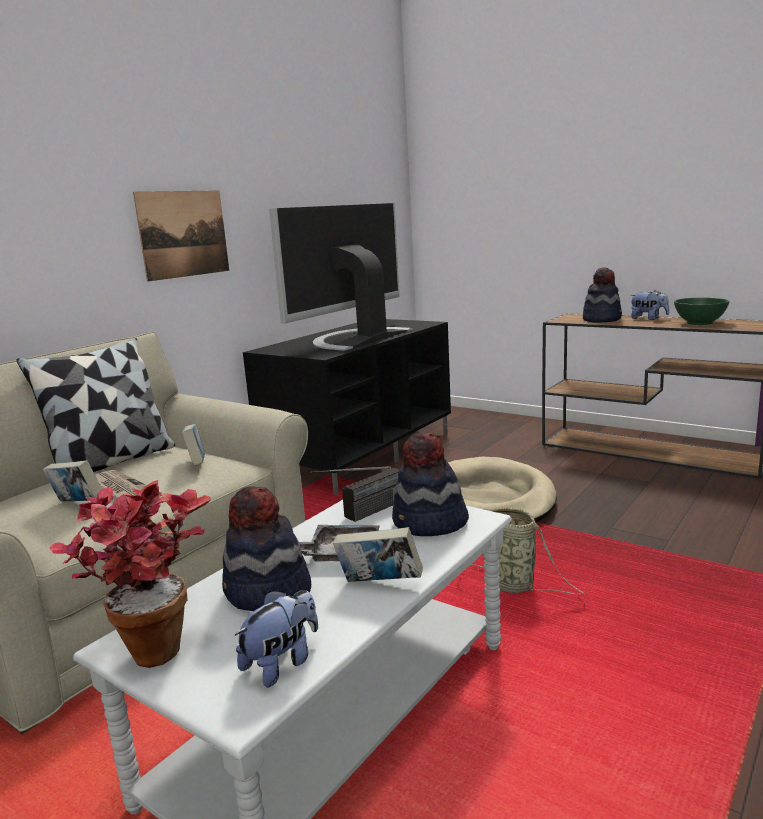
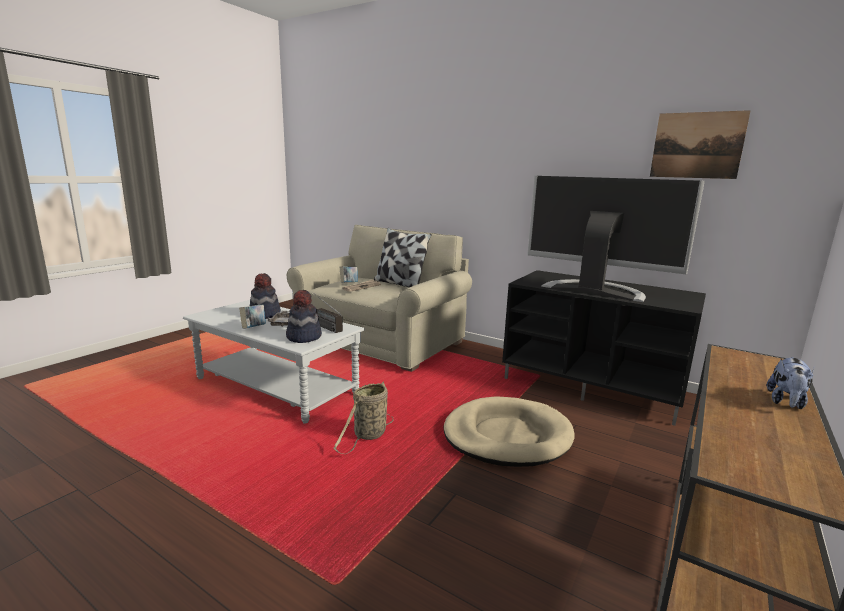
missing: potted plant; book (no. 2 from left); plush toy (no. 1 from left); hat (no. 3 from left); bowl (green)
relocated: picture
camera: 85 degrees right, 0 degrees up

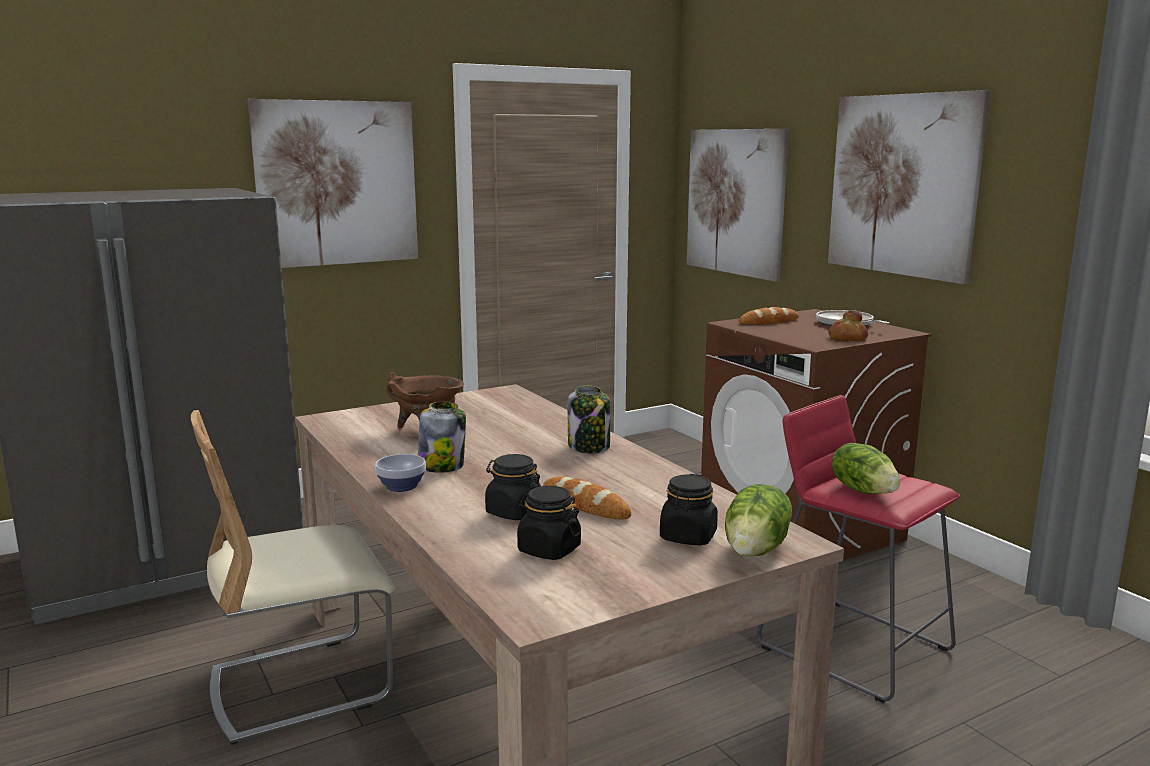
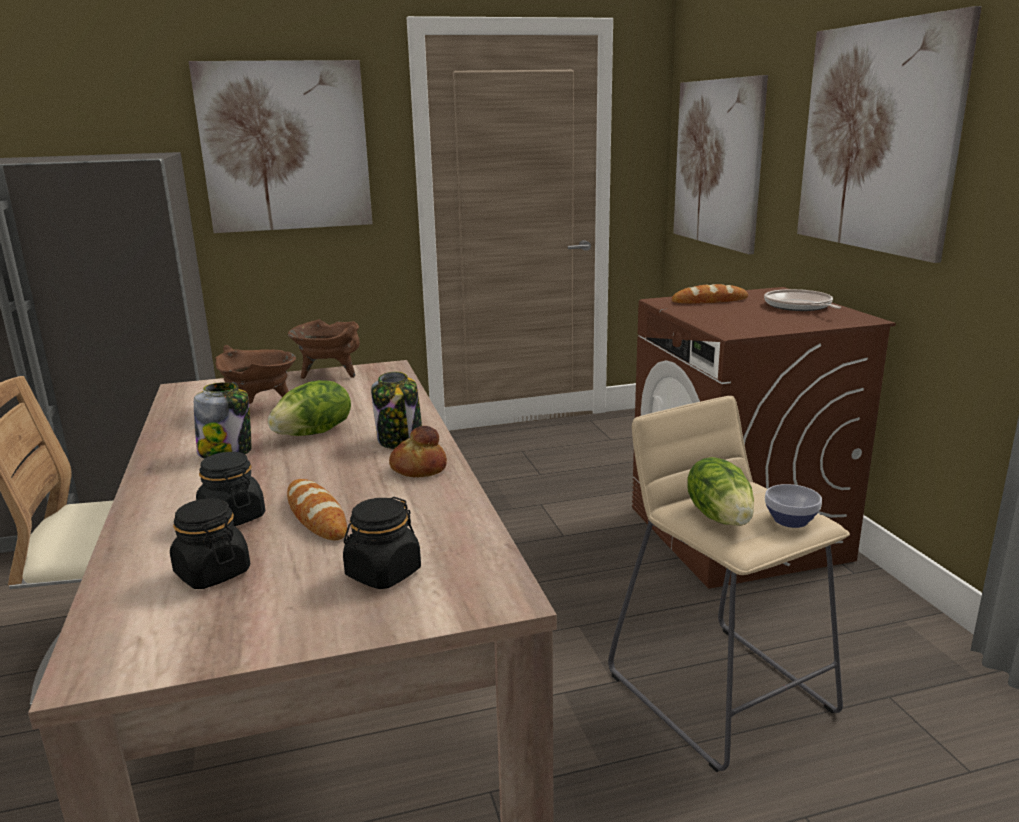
appeared: cooking pot (brown) (no. 2 from left)
relocated: bowl; lettuce (no. 1 from left); bread (no. 3 from left in the first image) to bread (no. 2 from left)
colour: stool (red) to stool (beige)
camera: 15 degrees right, 5 degrees up

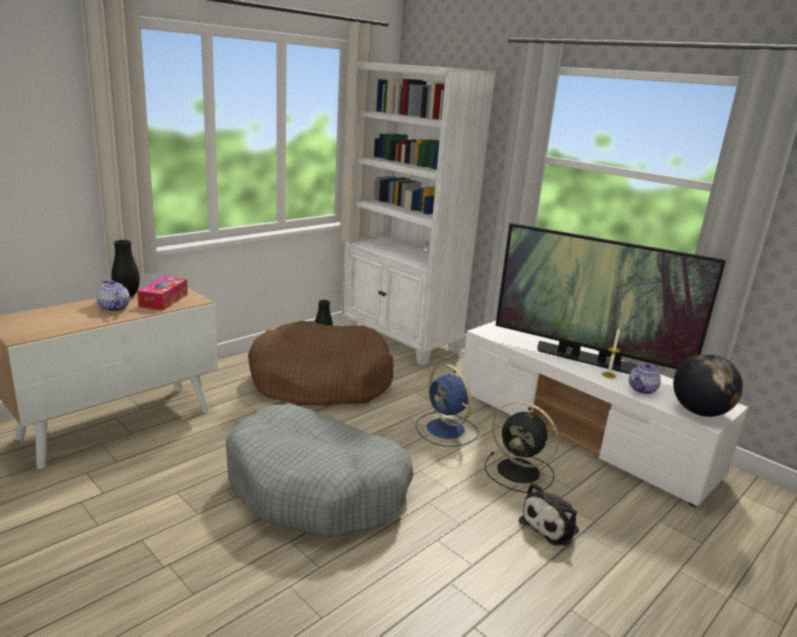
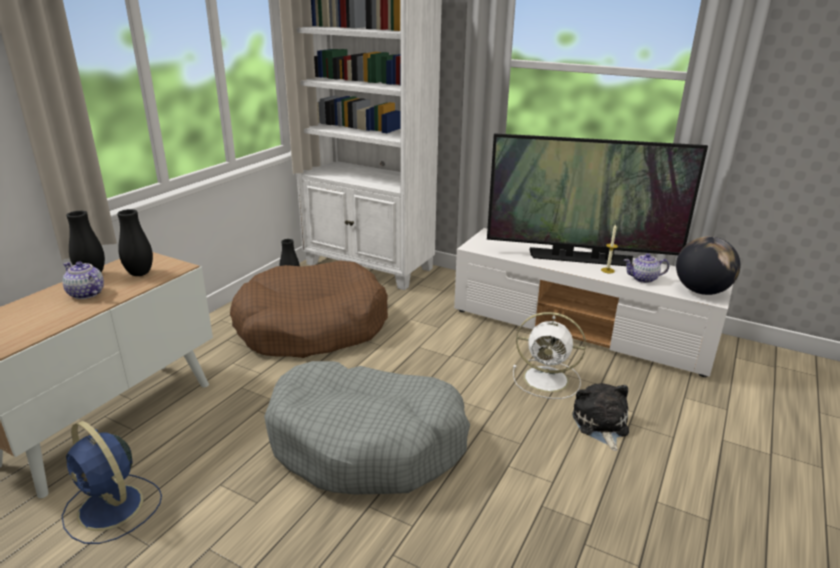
relocated: fan (blue)
exchanged: tissue box to vase (black) (no. 2 from left)
colour: fan (black) to fan (white)
spun: plush toy 150 degrees clockwise; teapot (no. 2 from left) 60 degrees clockwise
camera: 15 degrees left, 5 degrees up

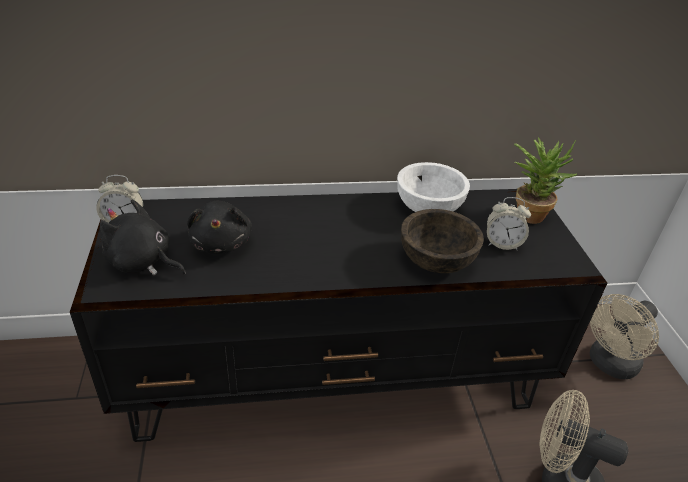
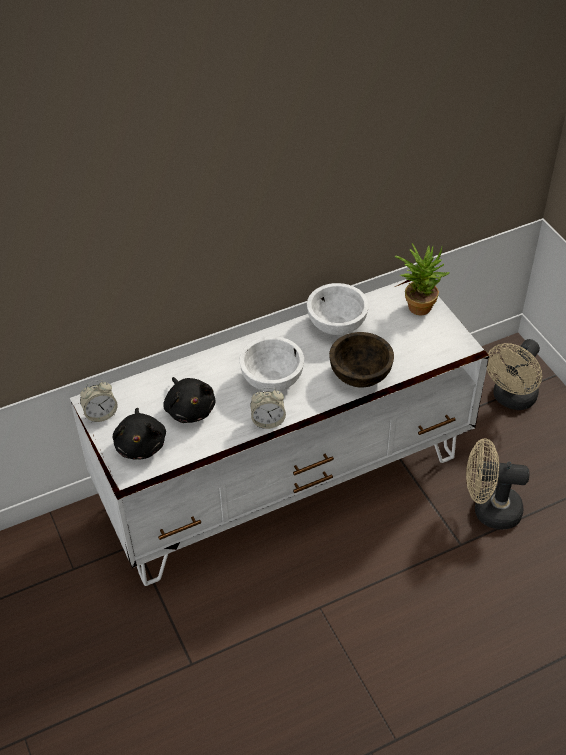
appeared: bowl (white) (no. 1 from left)
relocated: alarm clock (no. 2 from left)
colour: tv stand (black) to tv stand (white)
spun: plush toy (black) (no. 1 from left) 105 degrees counterclockwise
camera: 15 degrees left, 10 degrees up

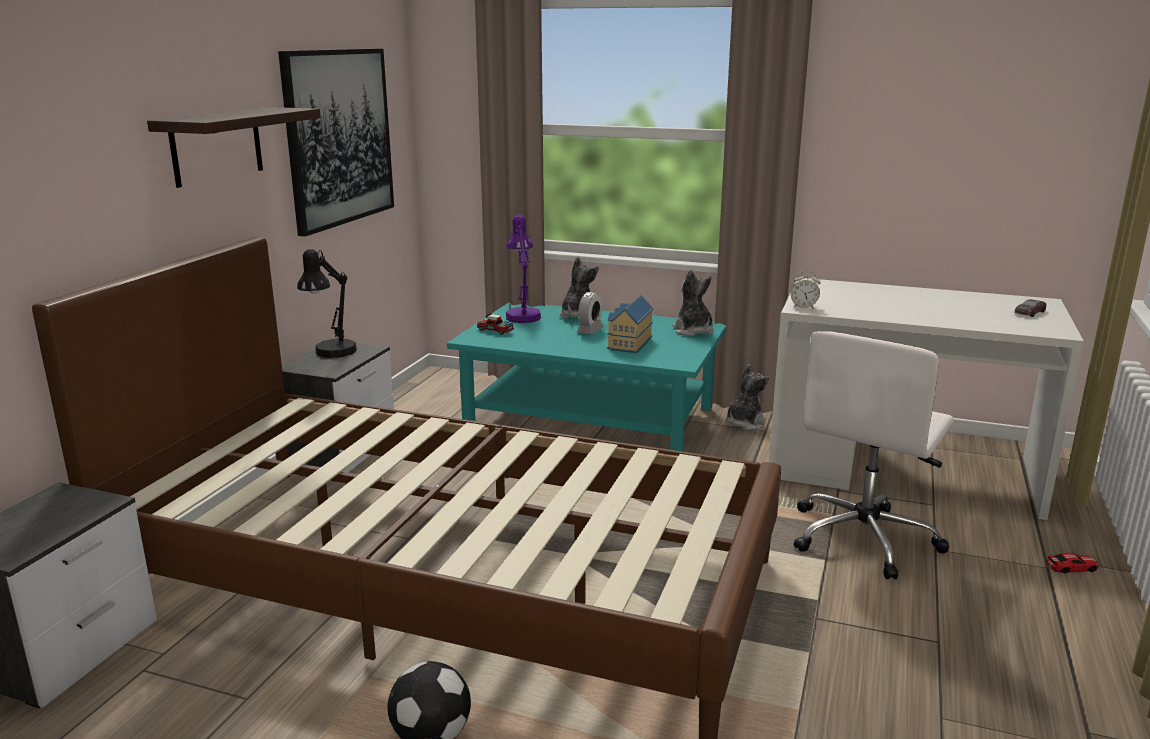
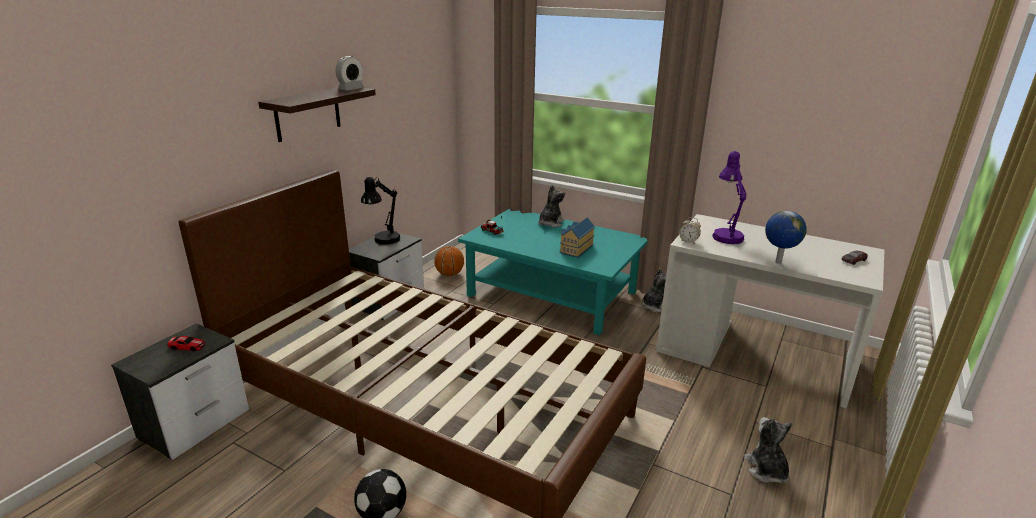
missing: picture; office chair (white)
appeared: basketball; globe
relocated: table lamp (purple); alarm clock (no. 1 from left); plush toy (no. 2 from left in the first image) to plush toy (no. 3 from left); toy car (no. 2 from left in the first image) to toy car (no. 1 from left)
camera: 10 degrees right, 5 degrees up

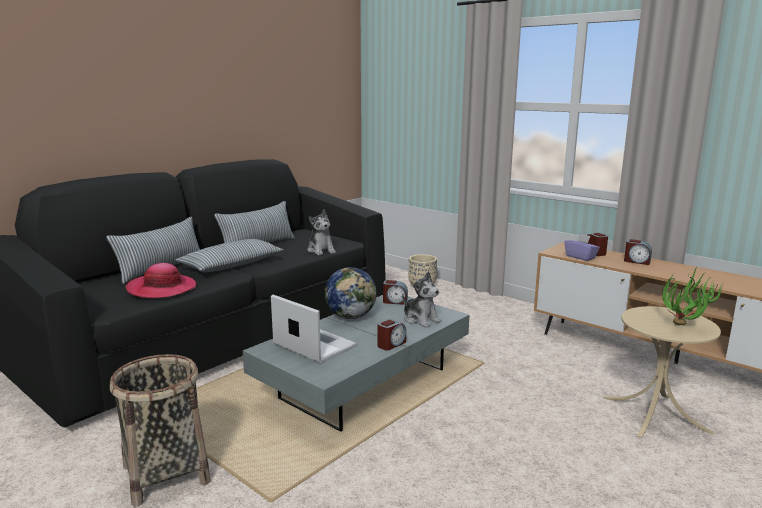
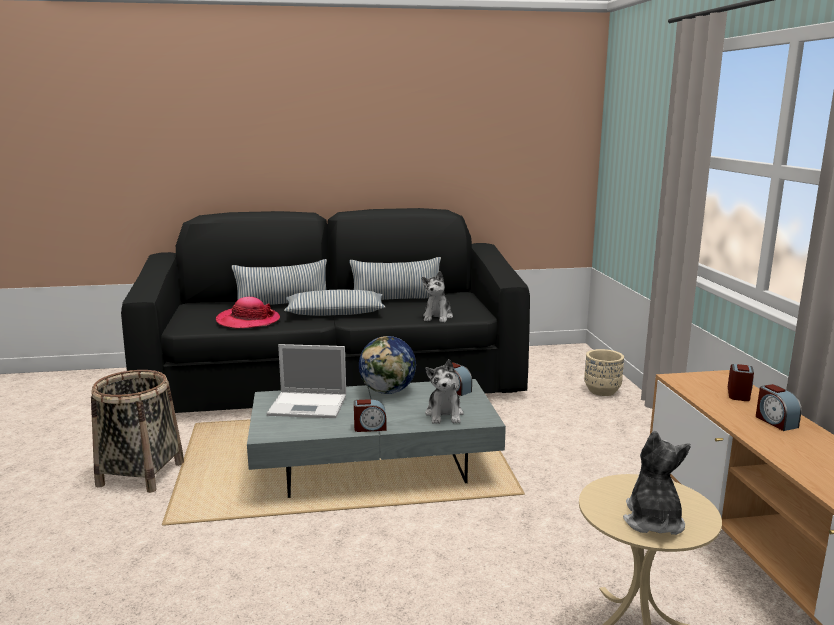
missing: tissue box (purple)
exchanged: potted plant to plush toy (no. 3 from left)
spun: laptop 105 degrees clockwise
camera: 40 degrees right, 0 degrees up

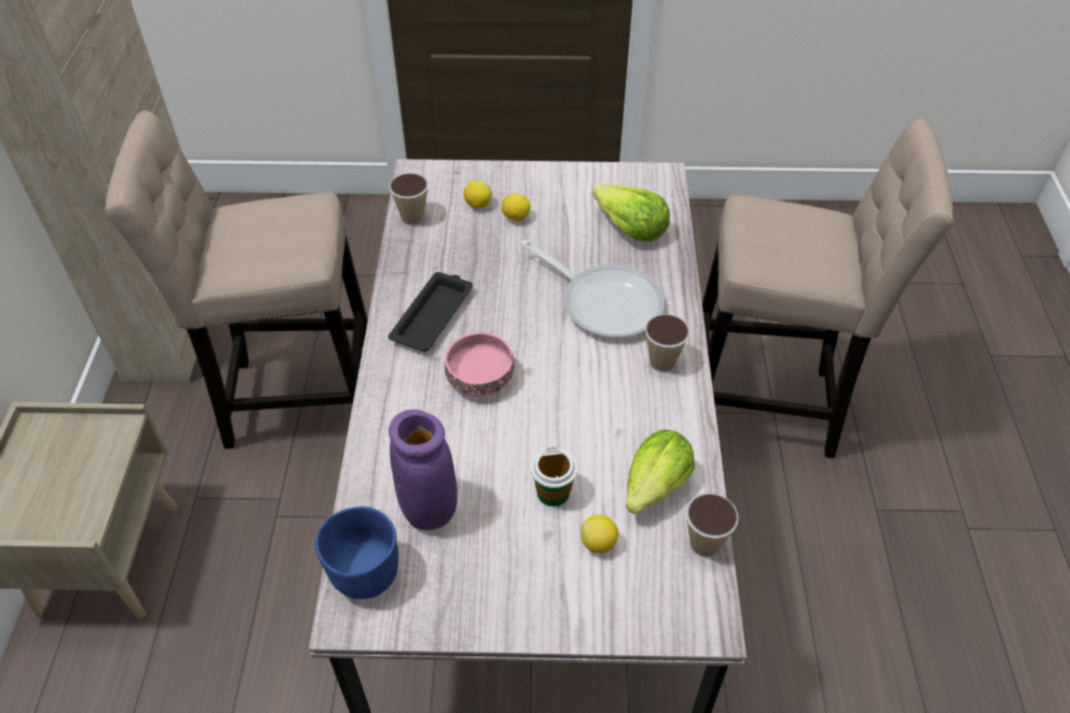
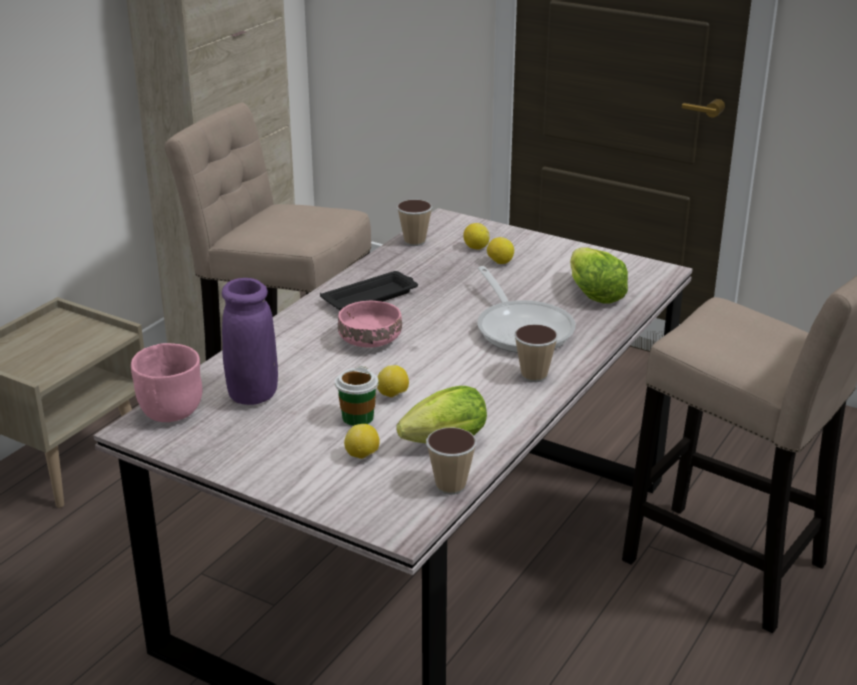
appeared: lemon (no. 2 from left)
colour: bowl (blue) to bowl (pink) (no. 1 from left)
camera: 30 degrees right, 20 degrees down

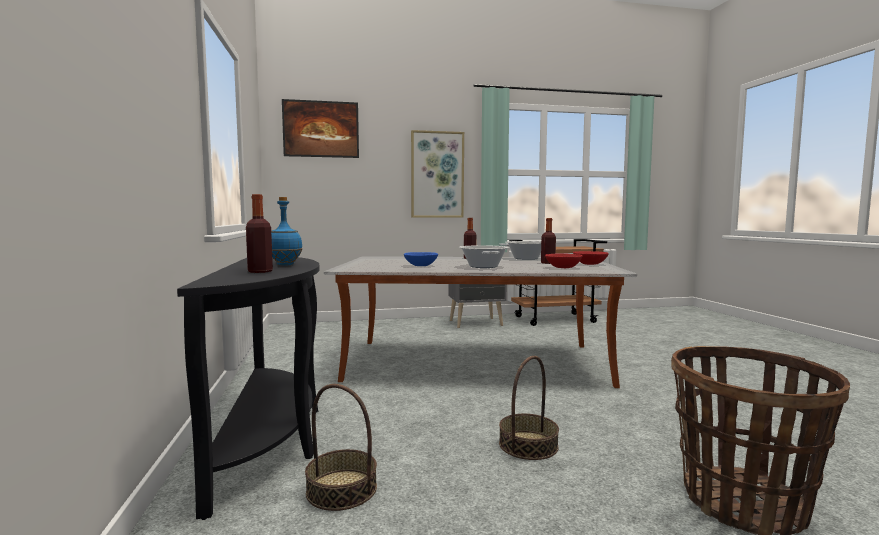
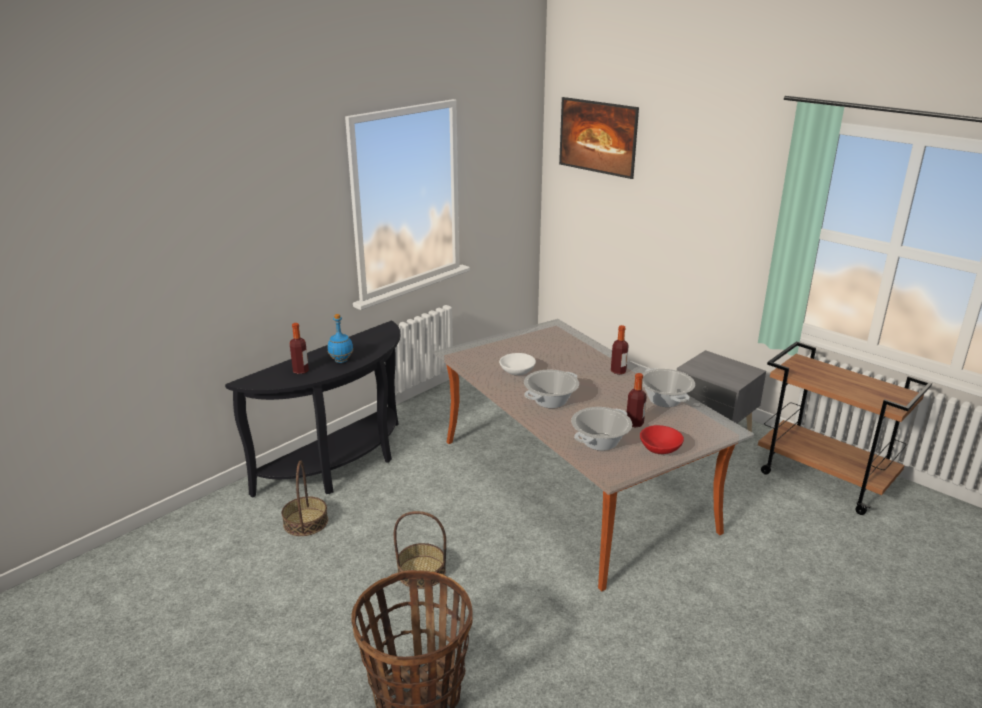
missing: picture (no. 2 from left)
exchanged: bowl (red) (no. 1 from left) to cooking pot (no. 2 from left)
colour: bowl (blue) to bowl (white)
camera: 55 degrees right, 20 degrees up

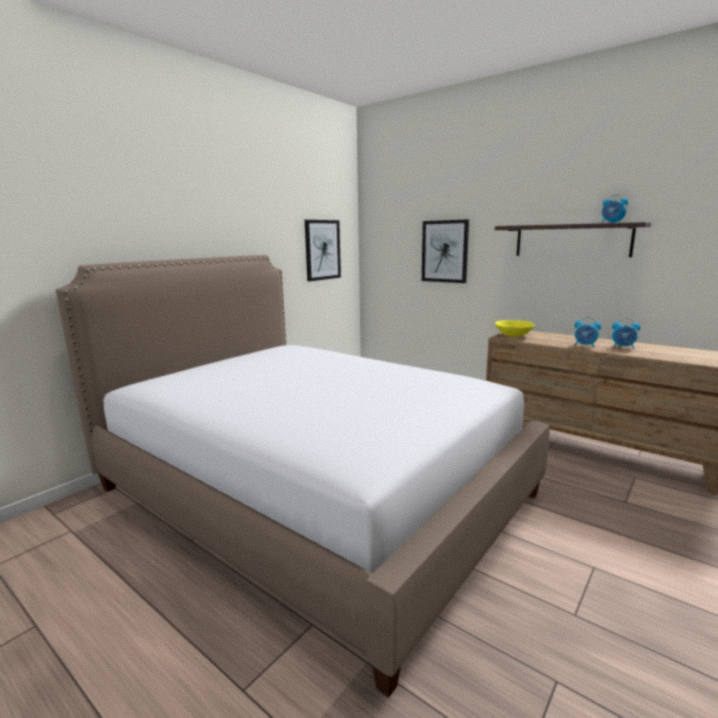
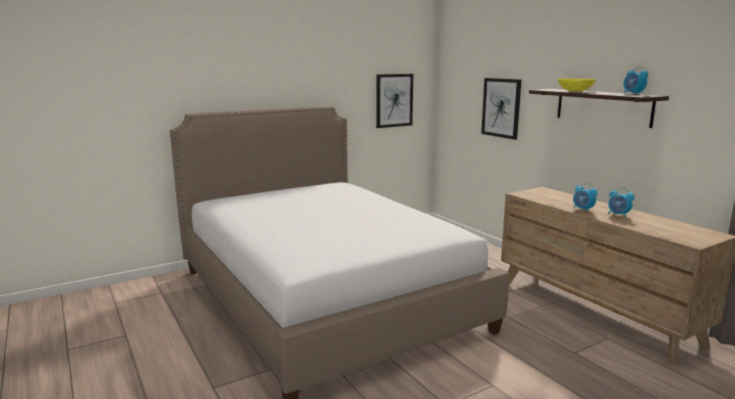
relocated: bowl (yellow)
camera: 20 degrees right, 0 degrees up

